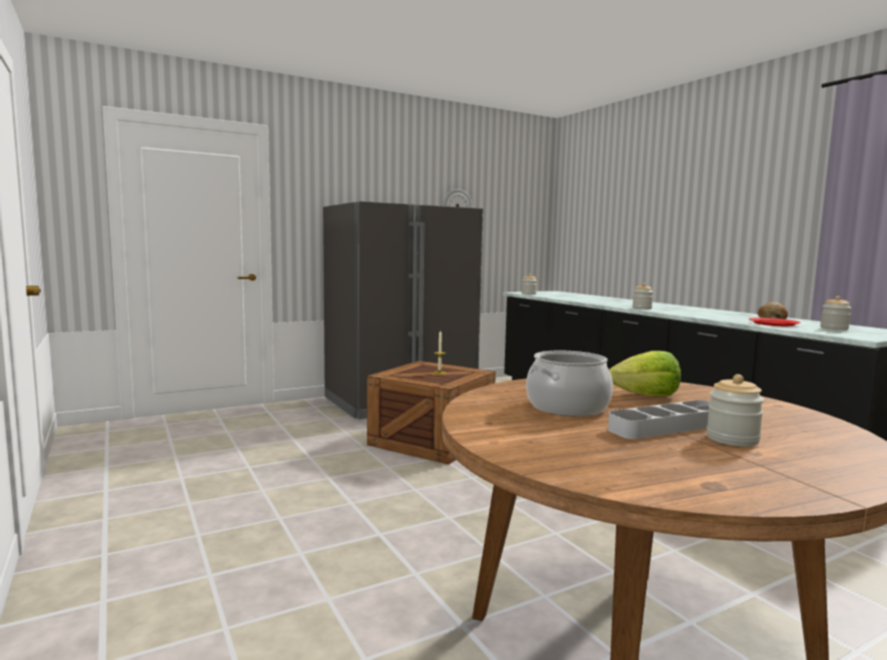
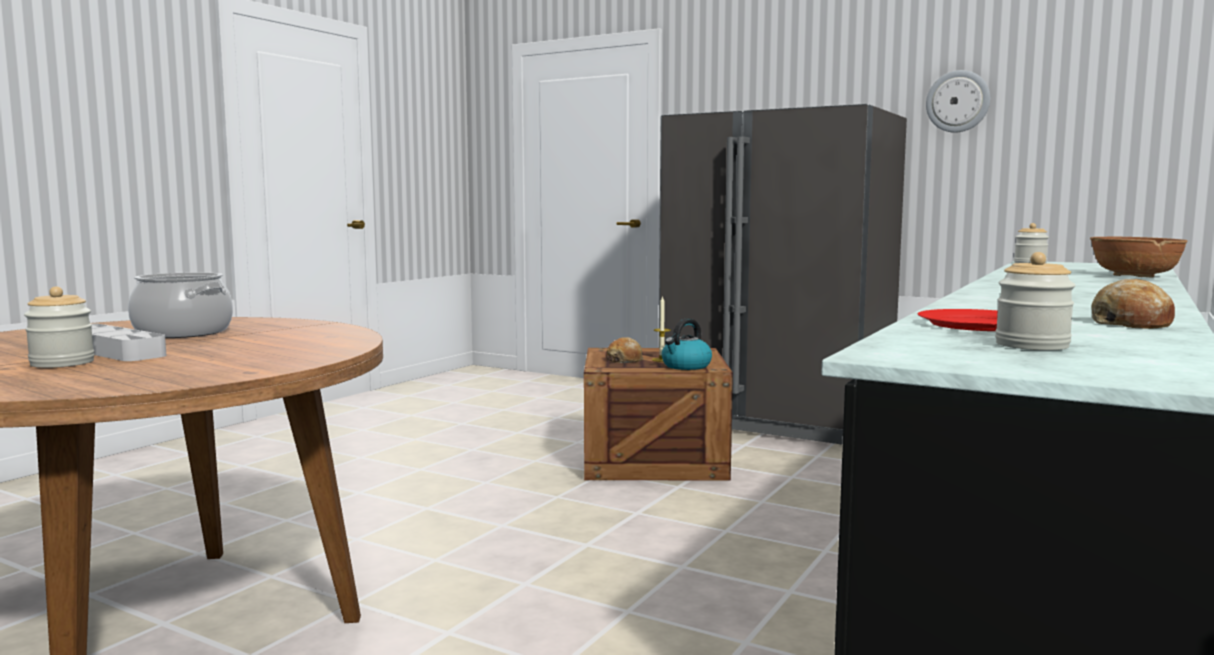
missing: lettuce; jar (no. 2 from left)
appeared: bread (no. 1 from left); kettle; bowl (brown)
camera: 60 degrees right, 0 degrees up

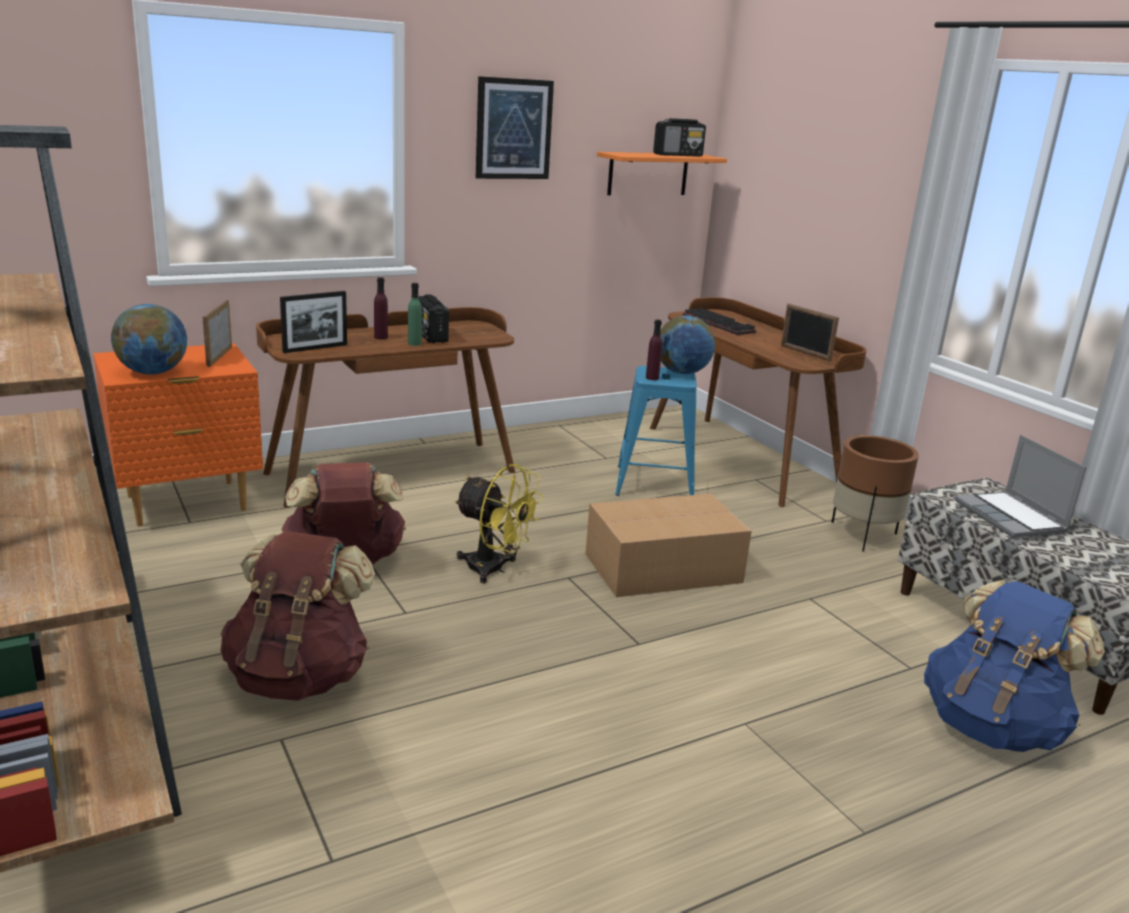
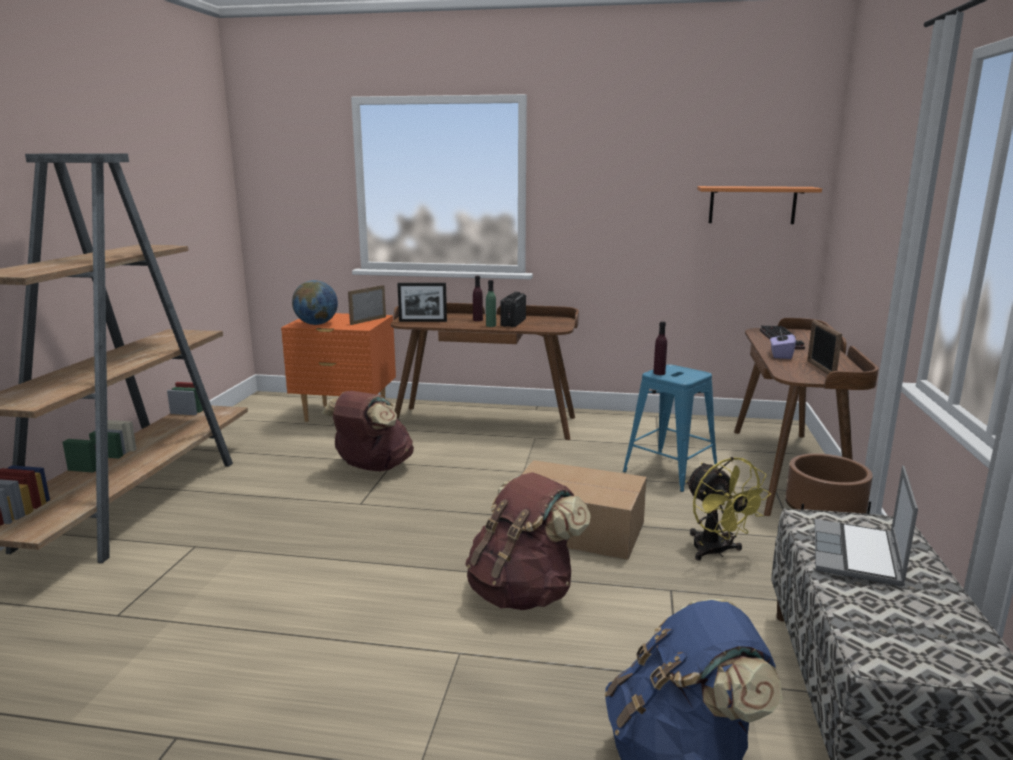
missing: picture; radio (no. 2 from left); globe (no. 2 from left)
appeared: tissue box (purple)
relocated: backpack (brown) (no. 1 from left in the first image) to backpack (brown) (no. 2 from left); fan (yellow)
camera: 40 degrees right, 5 degrees down

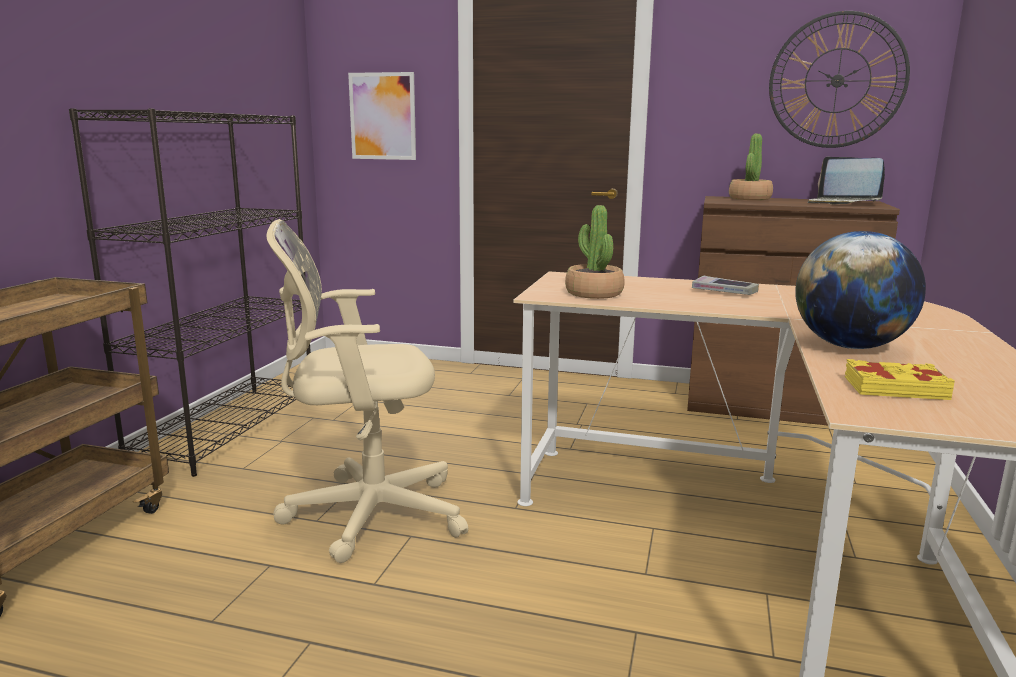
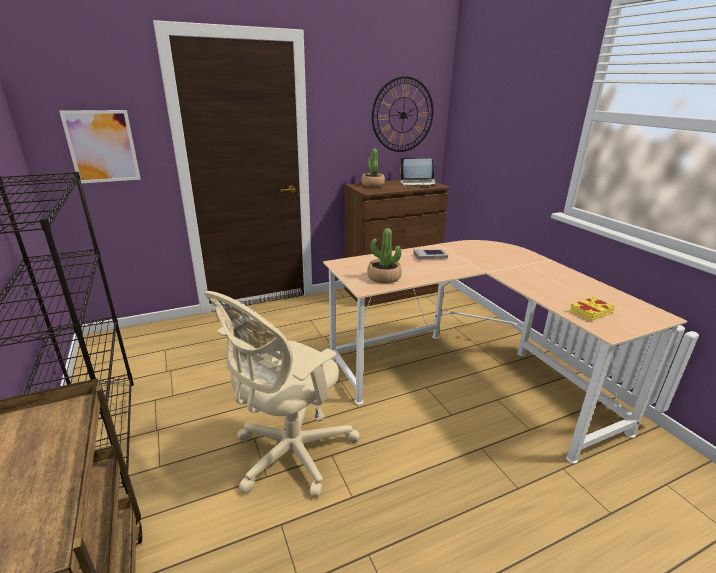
missing: globe
camera: 40 degrees left, 10 degrees up

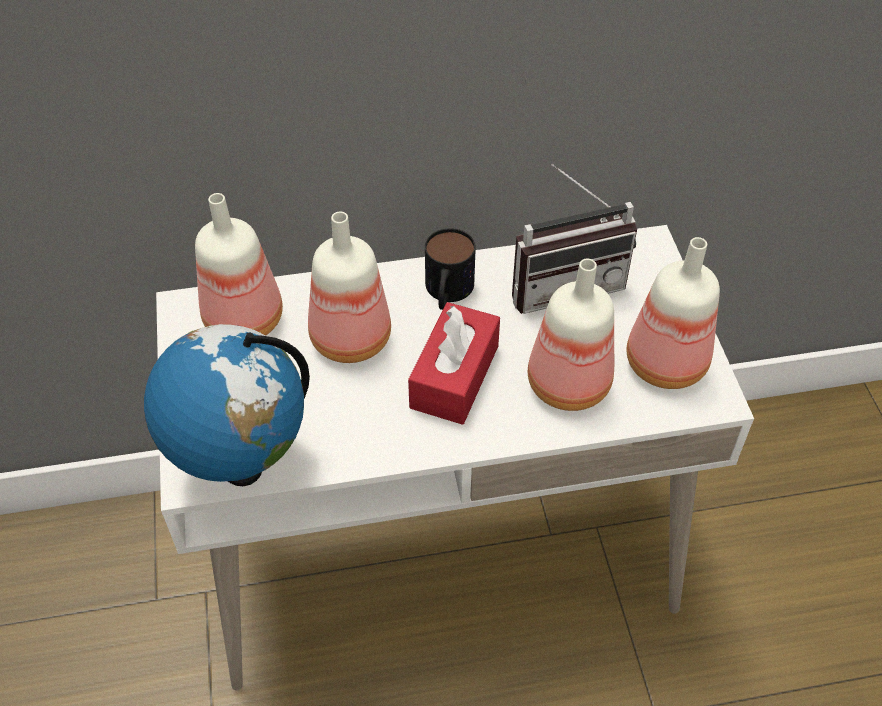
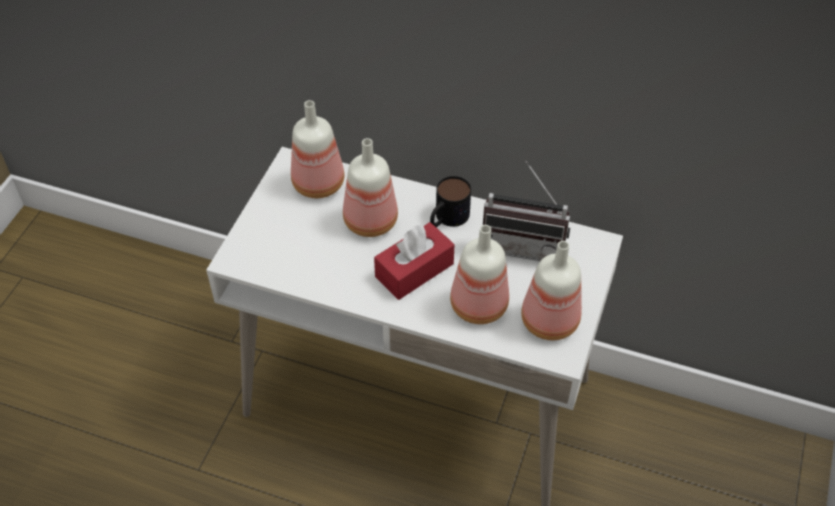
missing: globe
camera: 30 degrees right, 0 degrees up

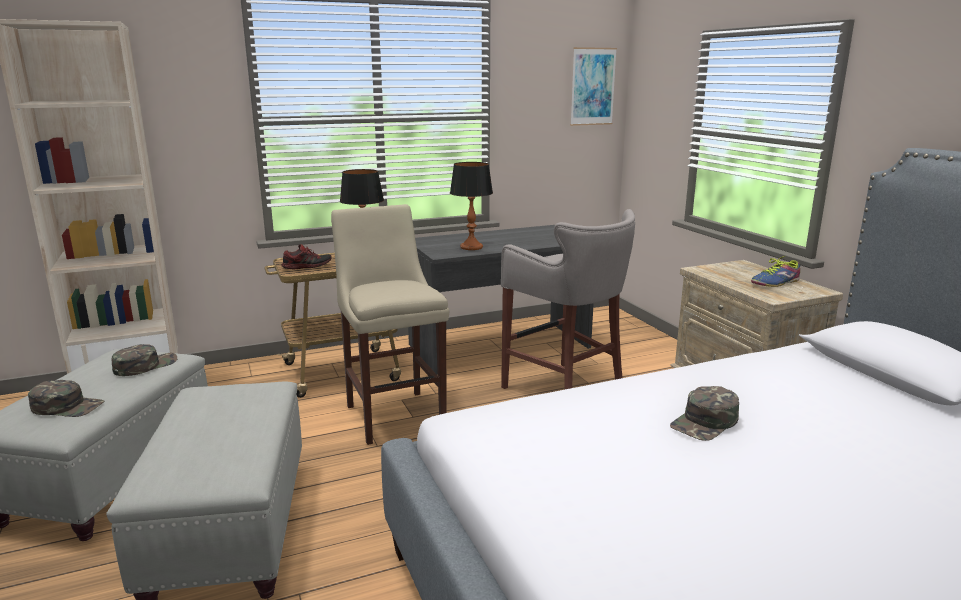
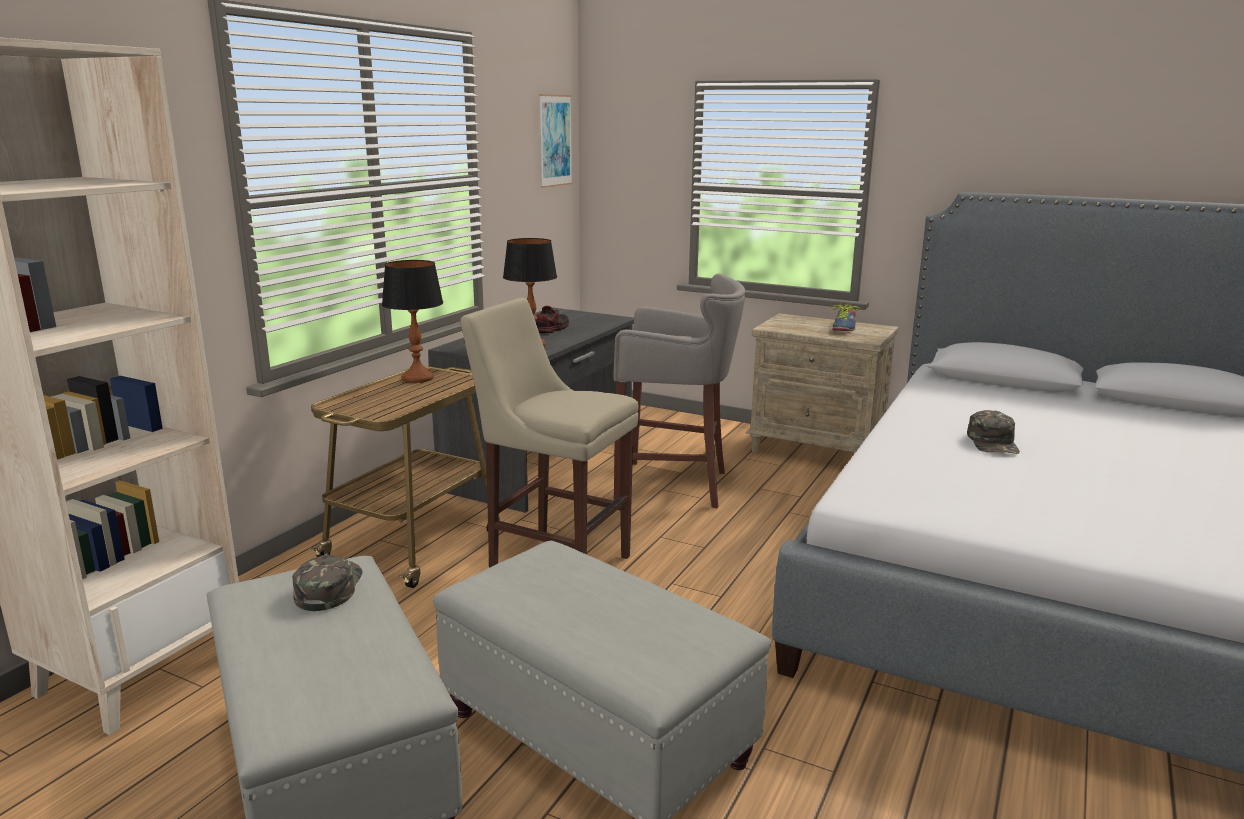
missing: cap (green) (no. 1 from left)
relocated: shoe (no. 1 from left)
camera: 40 degrees left, 0 degrees up

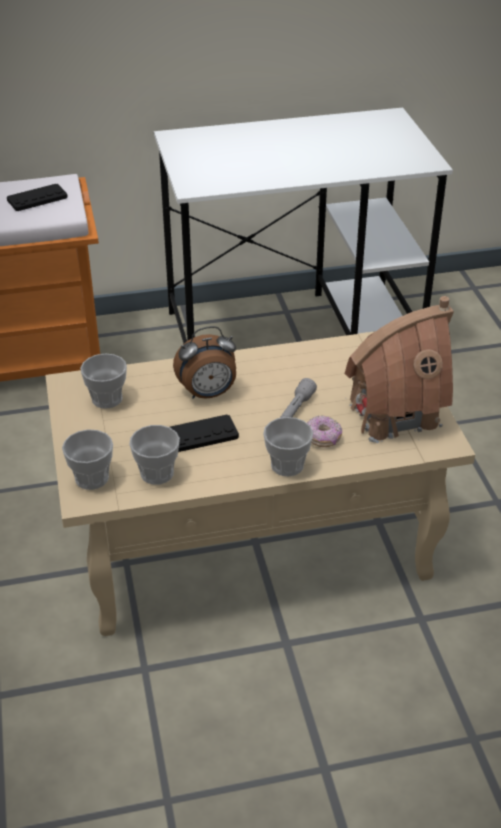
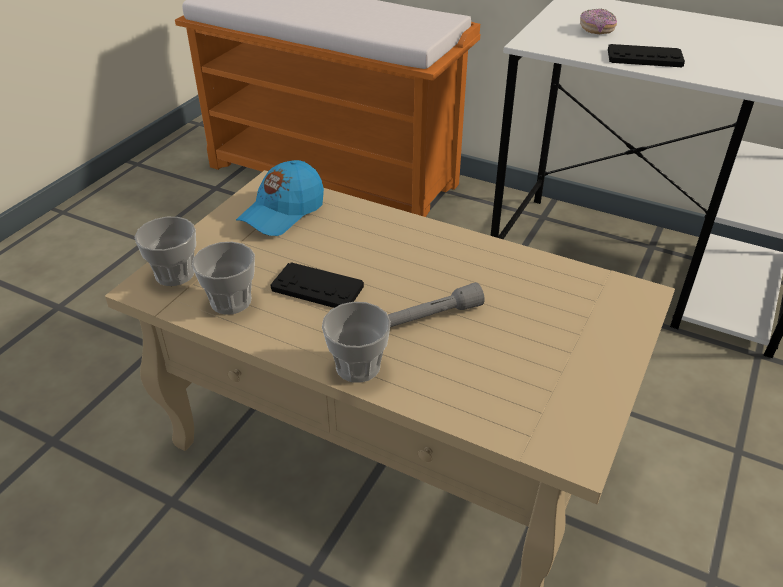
missing: alarm clock; toy house
relocated: game controller (black) (no. 1 from left in the first image) to game controller (black) (no. 2 from left); donut
exchanged: cup (no. 2 from left) to cap (blue)
camera: 40 degrees right, 0 degrees up

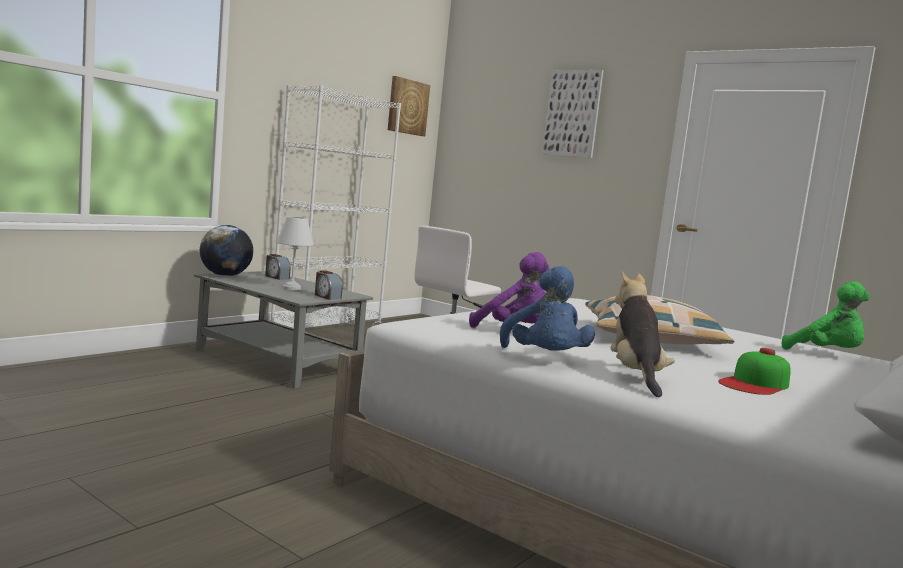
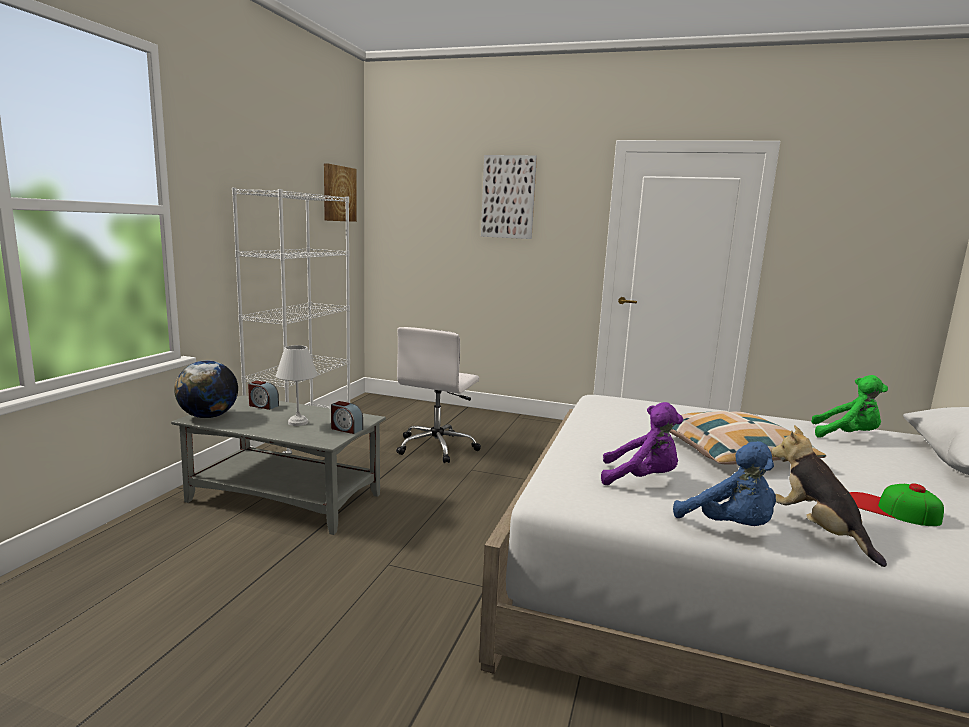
spun: cap 105 degrees clockwise
camera: 20 degrees left, 5 degrees up

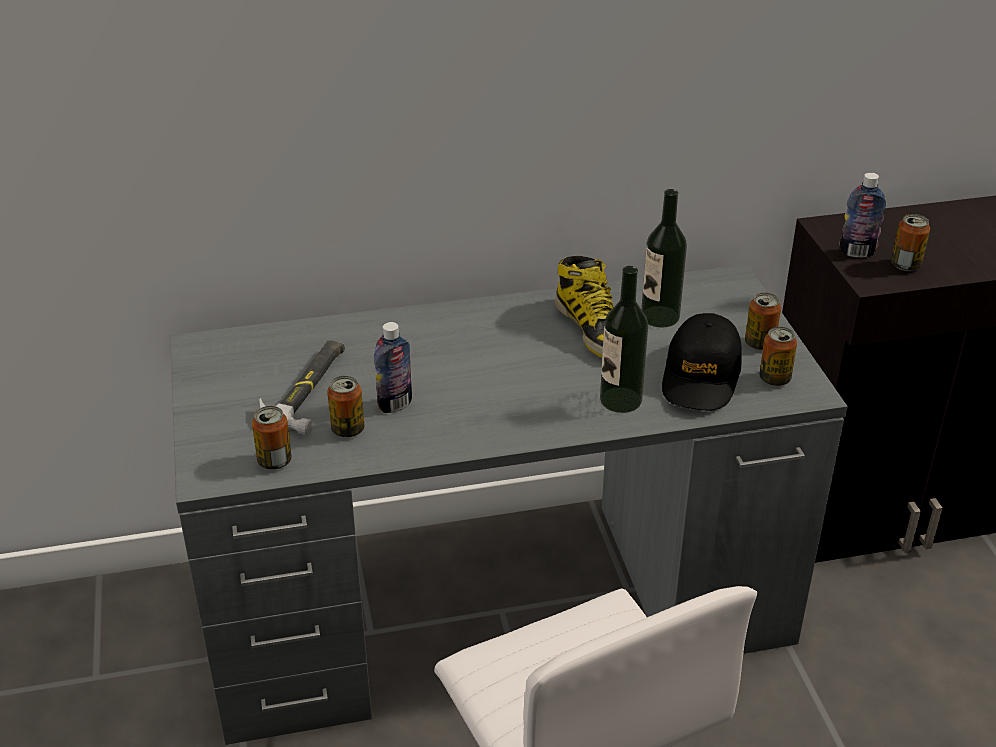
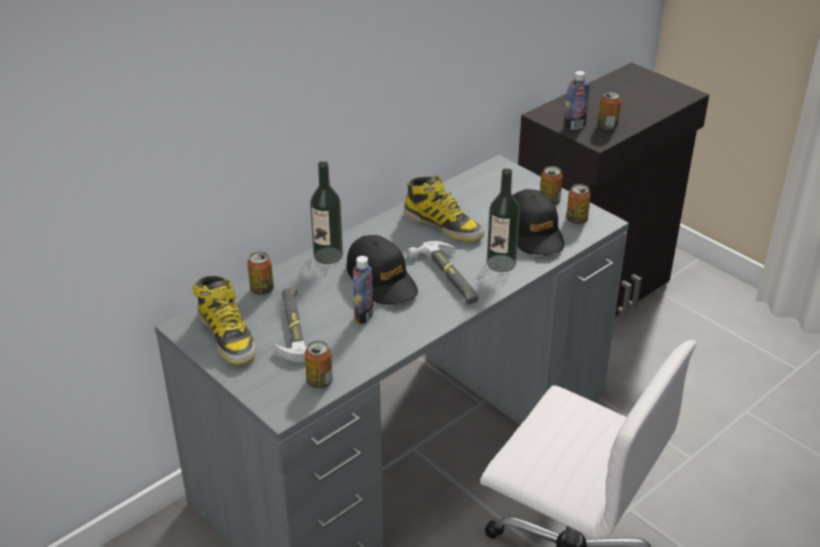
appeared: boot (no. 1 from left); cap (black) (no. 1 from left); hammer (no. 2 from left)
relocated: can (no. 2 from left in the first image) to can (no. 1 from left); bottle (no. 3 from left in the first image) to bottle (no. 1 from left)
camera: 30 degrees left, 0 degrees up

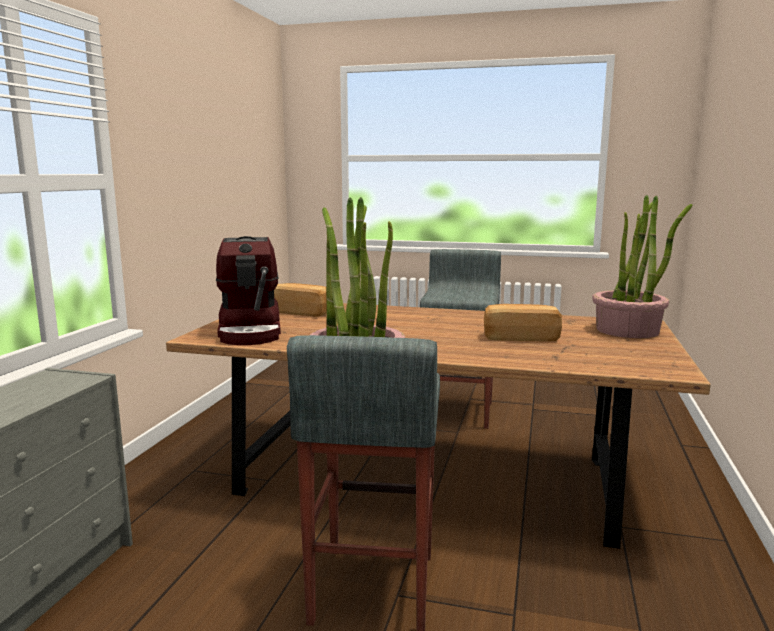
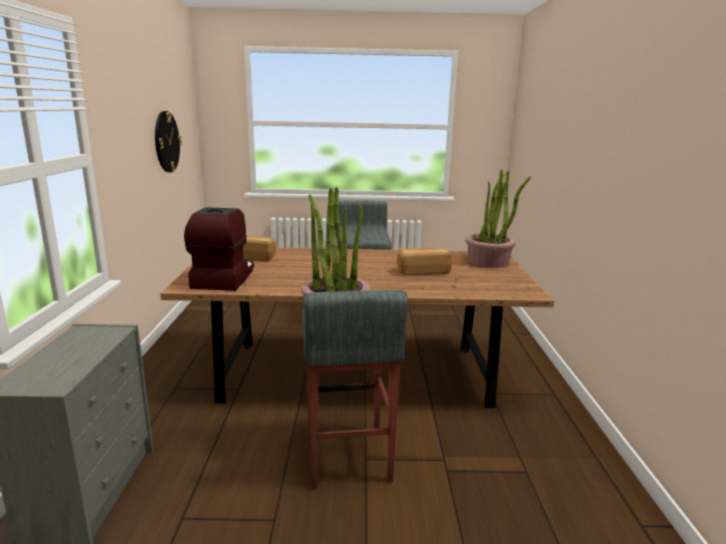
appeared: wall clock
spun: coffee machine 150 degrees counterclockwise
camera: 15 degrees left, 5 degrees up

